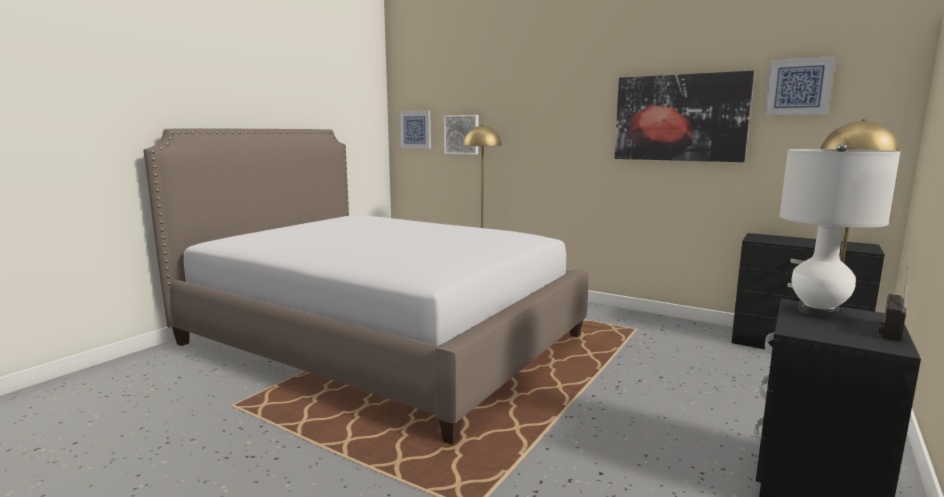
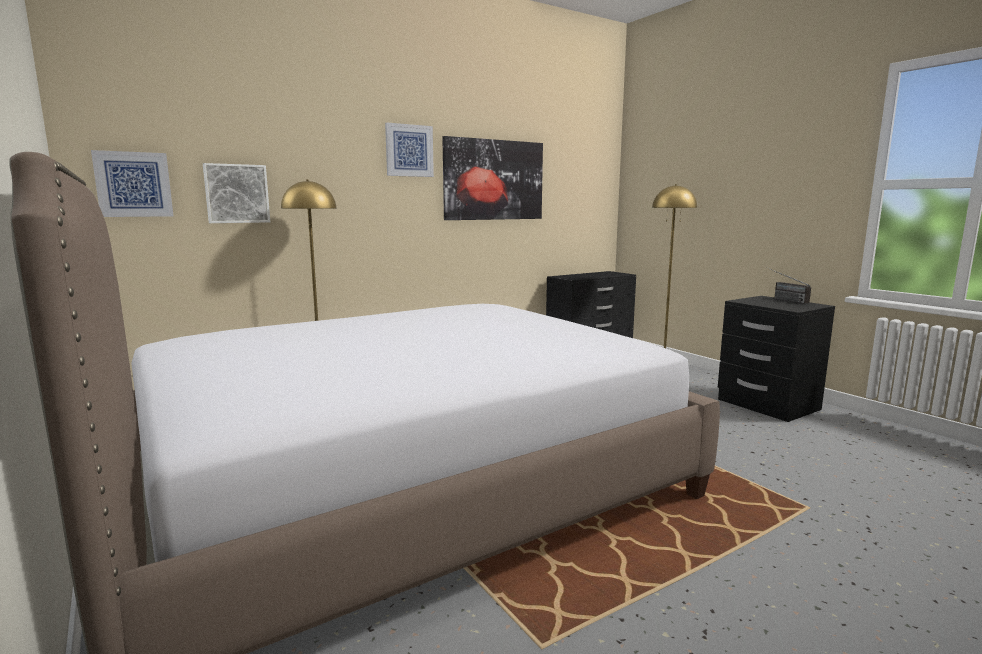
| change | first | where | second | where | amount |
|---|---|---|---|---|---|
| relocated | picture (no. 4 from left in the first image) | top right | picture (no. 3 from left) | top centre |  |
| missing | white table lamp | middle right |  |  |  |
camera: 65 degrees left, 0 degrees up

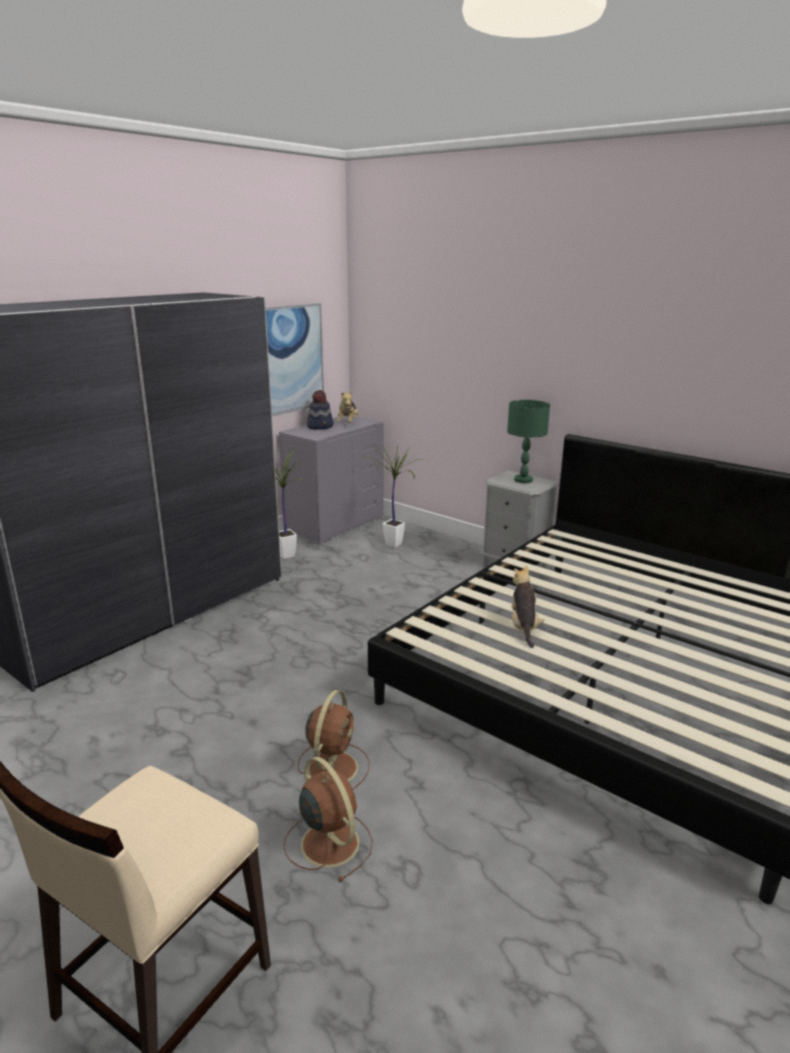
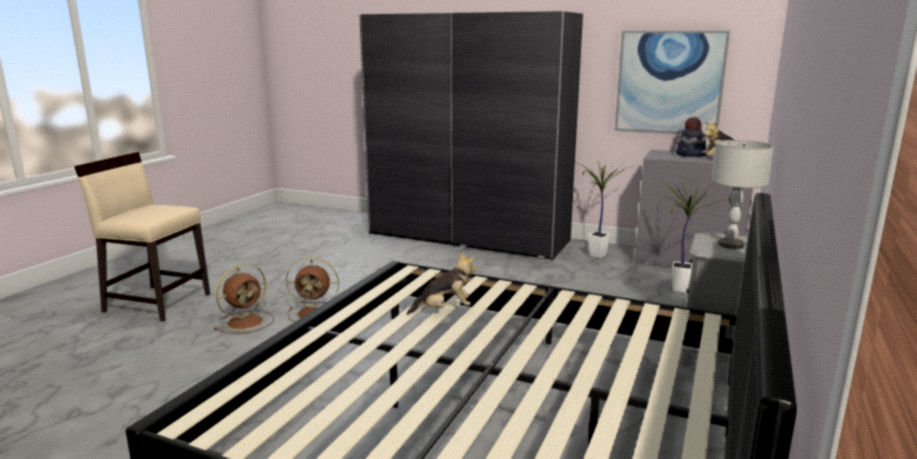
| change | first | where | second | where | amount |
|---|---|---|---|---|---|
| colour | green table lamp | middle right | grey table lamp | middle right |  |
camera: 75 degrees right, 5 degrees down

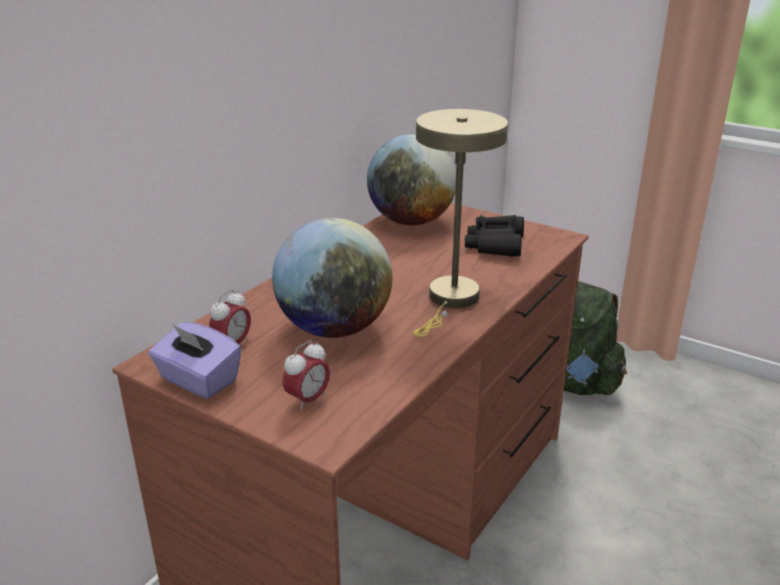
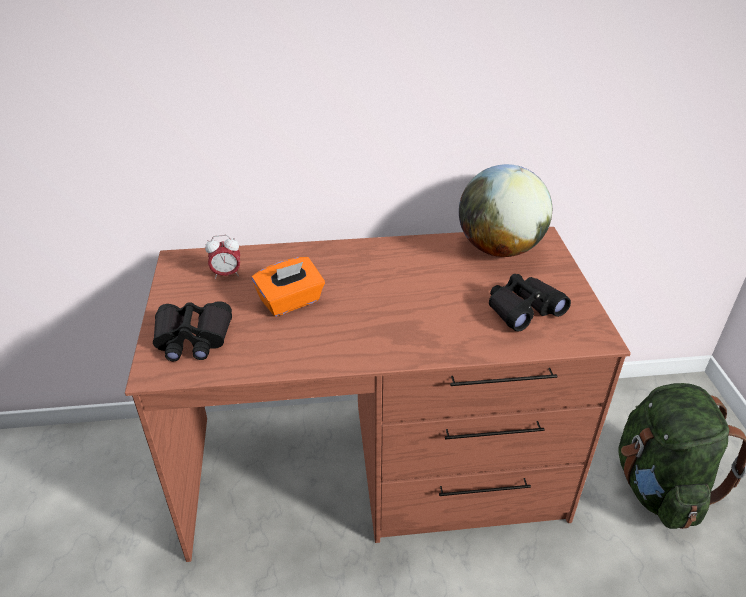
| change | first | where | second | where | amount |
|---|---|---|---|---|---|
| missing | purple tissue box | middle left |  |  |  |
| exchanged | globe (no. 1 from left) | centre | orange tissue box | centre |  |
| exchanged | alarm clock (no. 2 from left) | centre | black binoculars (no. 1 from left) | middle left |  |
| missing | beige table lamp | centre |  |  |  |
camera: 50 degrees right, 10 degrees up

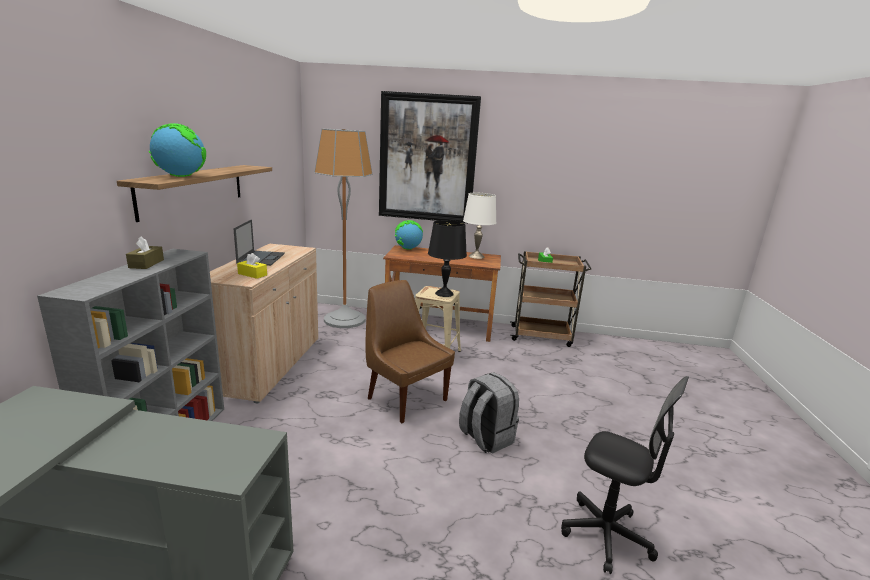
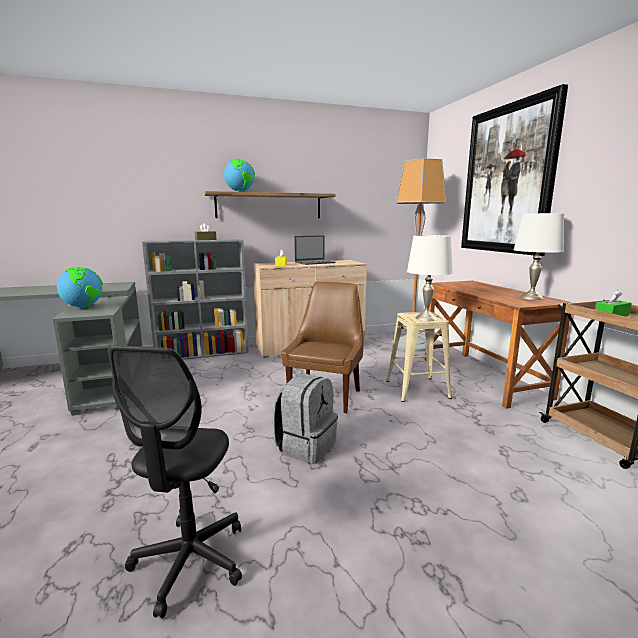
| change | first | where | second | where | amount |
|---|---|---|---|---|---|
| relocated | globe (no. 2 from left in the first image) | centre | globe (no. 1 from left) | middle left |  |
| colour | black table lamp | centre | white table lamp (no. 1 from left) | middle right |  |
camera: 65 degrees right, 5 degrees down

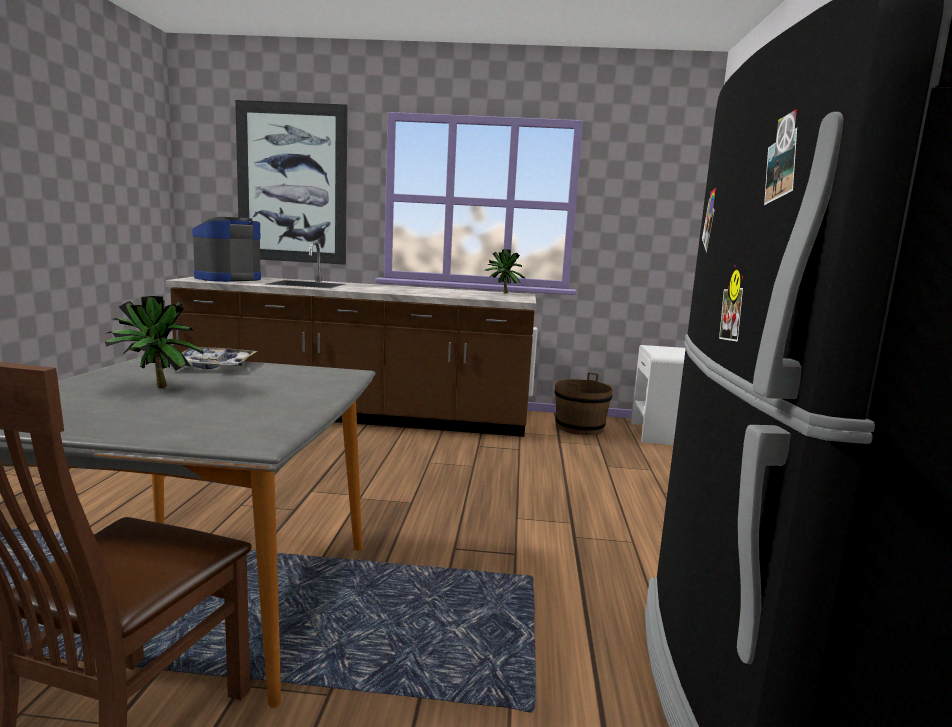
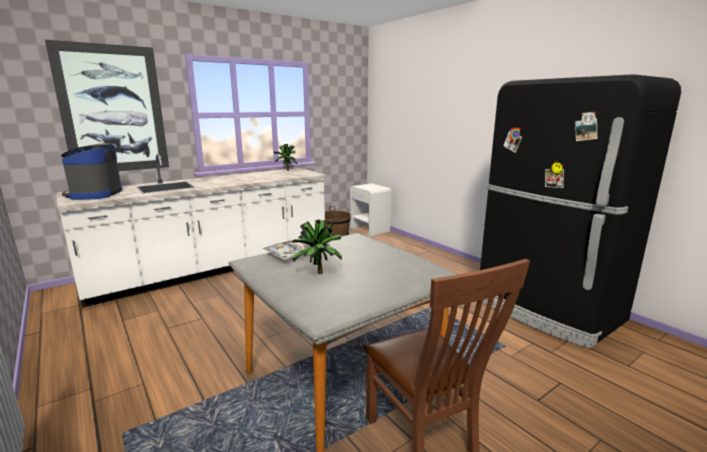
| change | first | where | second | where | amount |
|---|---|---|---|---|---|
| colour | brown counter | centre | white counter | middle left |  |
camera: 40 degrees left, 5 degrees up

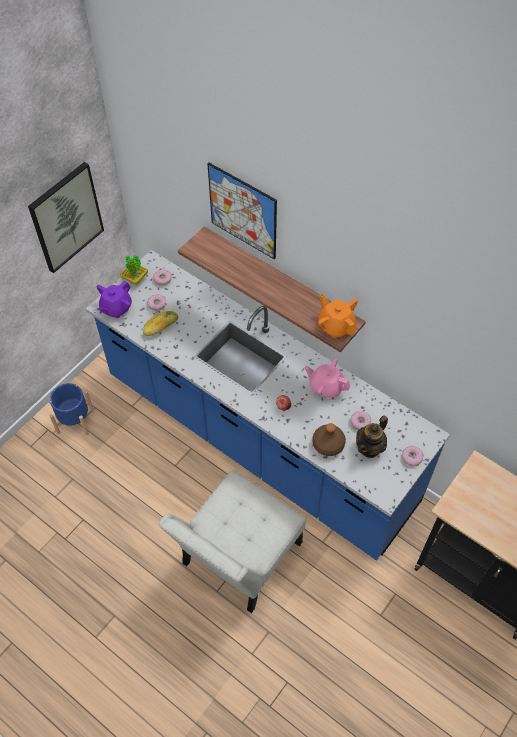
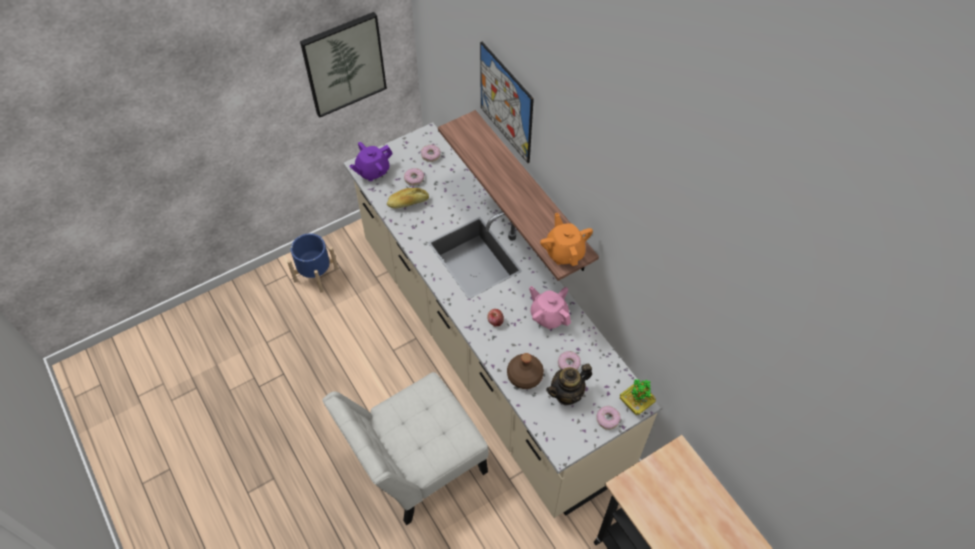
| change | first | where | second | where | amount |
|---|---|---|---|---|---|
| colour | blue counter | centre | beige counter | centre |  |
| relocated | potted plant | middle left |  | bottom centre |  |
camera: 20 degrees right, 0 degrees up

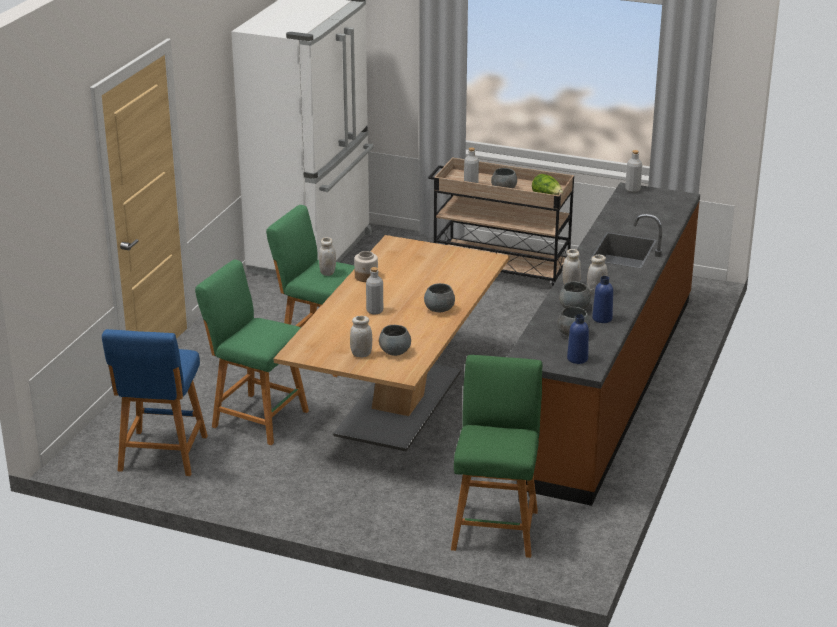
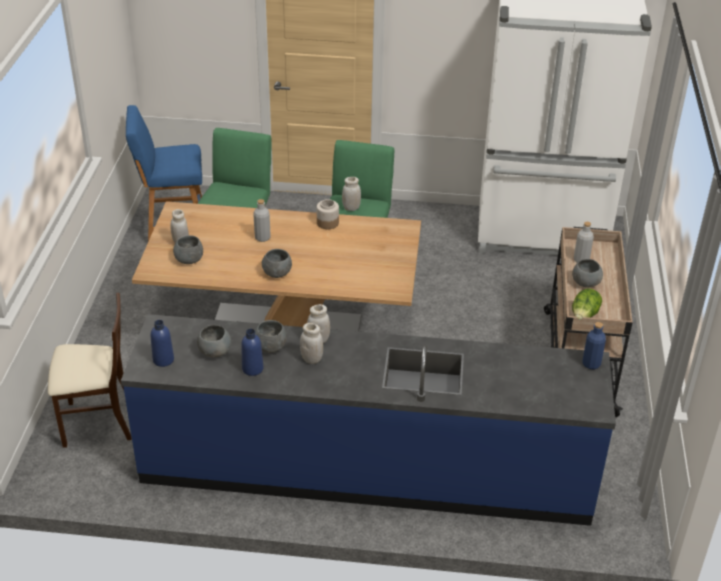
| change | first | where | second | where | amount |
|---|---|---|---|---|---|
| exchanged | green stool (no. 3 from left) | bottom centre | beige chair | middle left |  |
| colour | brown counter | middle right | blue counter | bottom centre |  |
| colour | grey bottle (no. 3 from left) | top right | blue bottle (no. 3 from left) | middle right |  |
camera: 75 degrees right, 10 degrees up

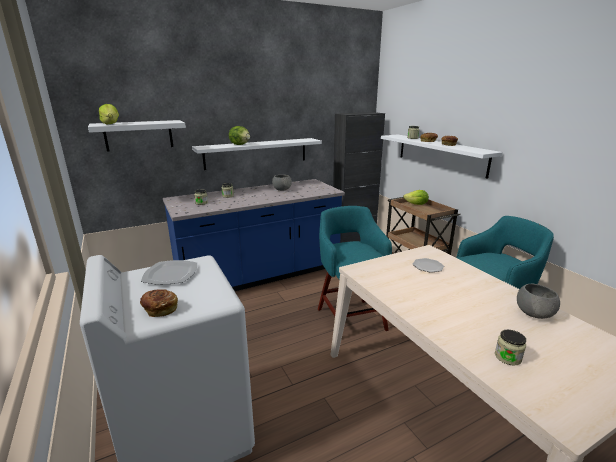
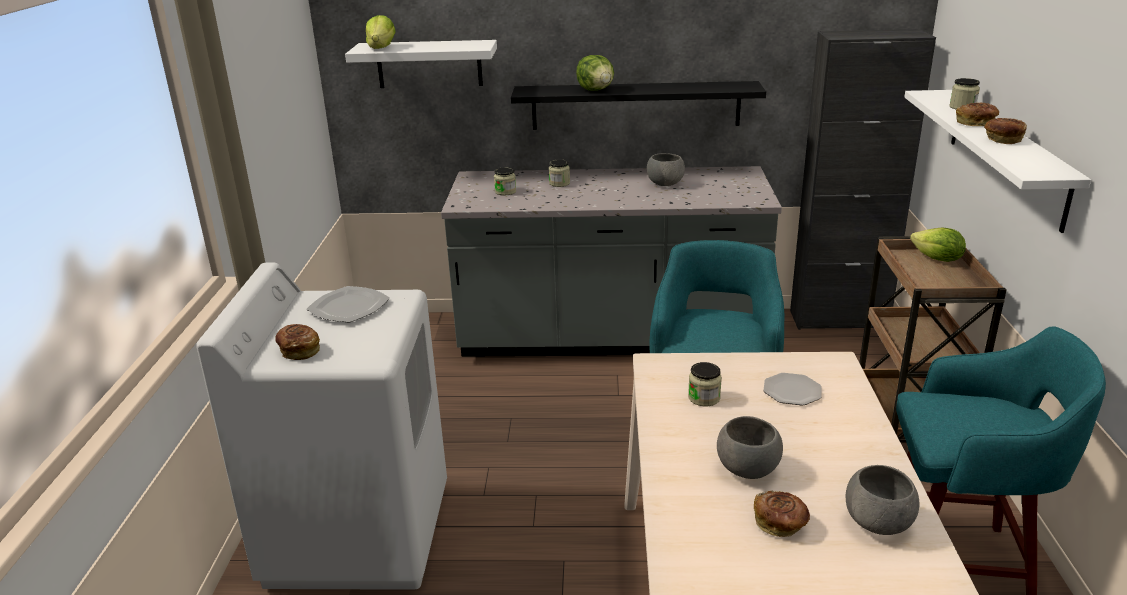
| change | first | where | second | where | amount |
|---|---|---|---|---|---|
| colour | blue counter | centre | grey counter | centre |  |
| colour | white shelf (no. 2 from left) | centre | black shelf | top centre |  |
| relocated | jar (no. 4 from left in the first image) | bottom right | jar (no. 3 from left) | centre |  |
| appeared |  |  | grey bowl (no. 2 from left) | bottom centre |  |
| appeared |  |  | bread (no. 2 from left) | bottom right |  |
camera: 30 degrees right, 5 degrees up

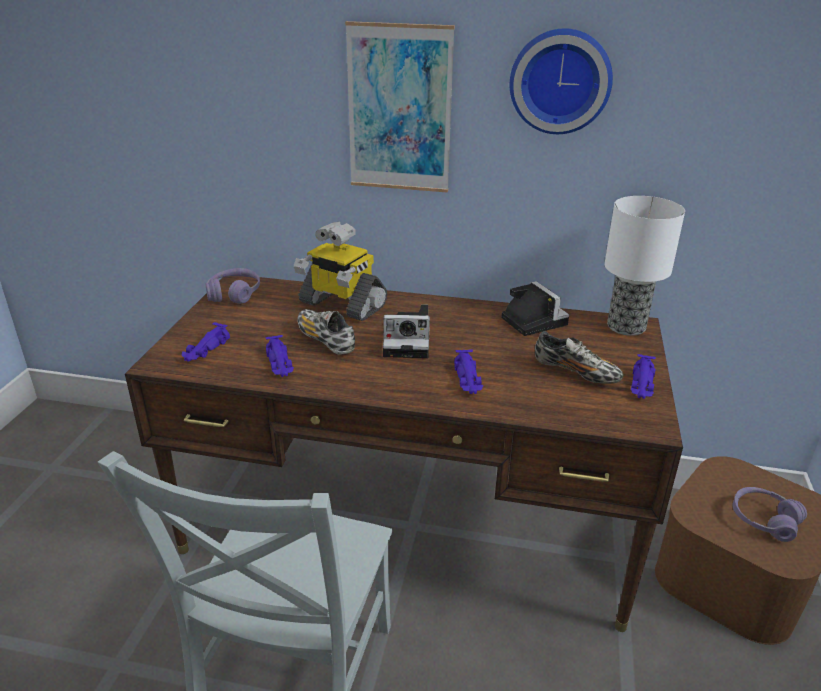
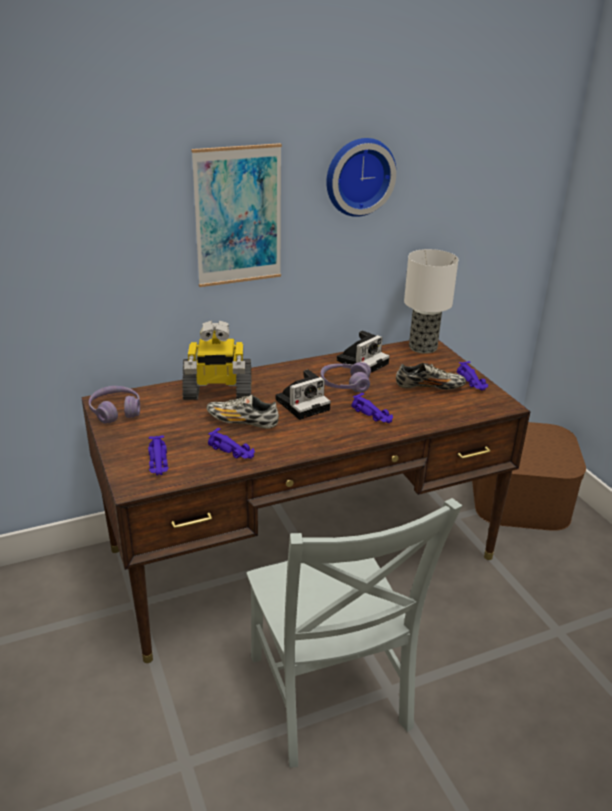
| change | first | where | second | where | amount |
|---|---|---|---|---|---|
| spun | photo camera (no. 2 from left) | centre |  | centre | 105 degrees clockwise |
| relocated | purple headphones (no. 2 from left) | bottom right |  | centre |  |
camera: 35 degrees left, 0 degrees up

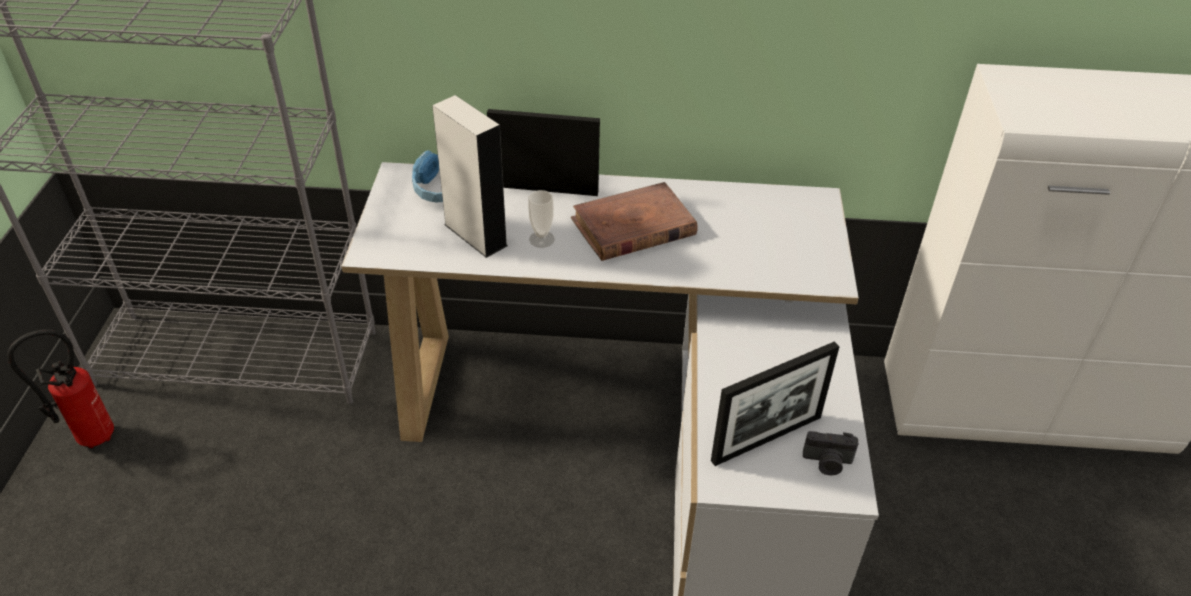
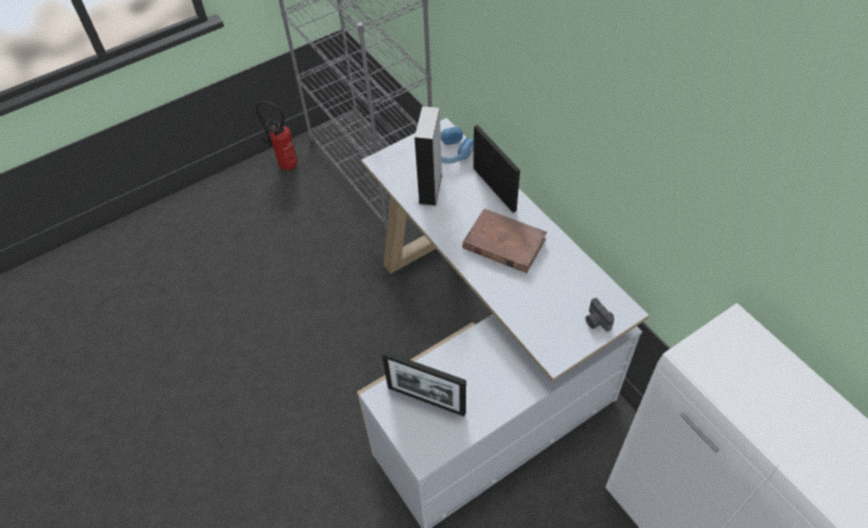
| change | first | where | second | where | amount |
|---|---|---|---|---|---|
| missing | cup | centre |  |  |  |
| relocated | photo camera | bottom right |  | middle right |  |
camera: 55 degrees right, 10 degrees up

